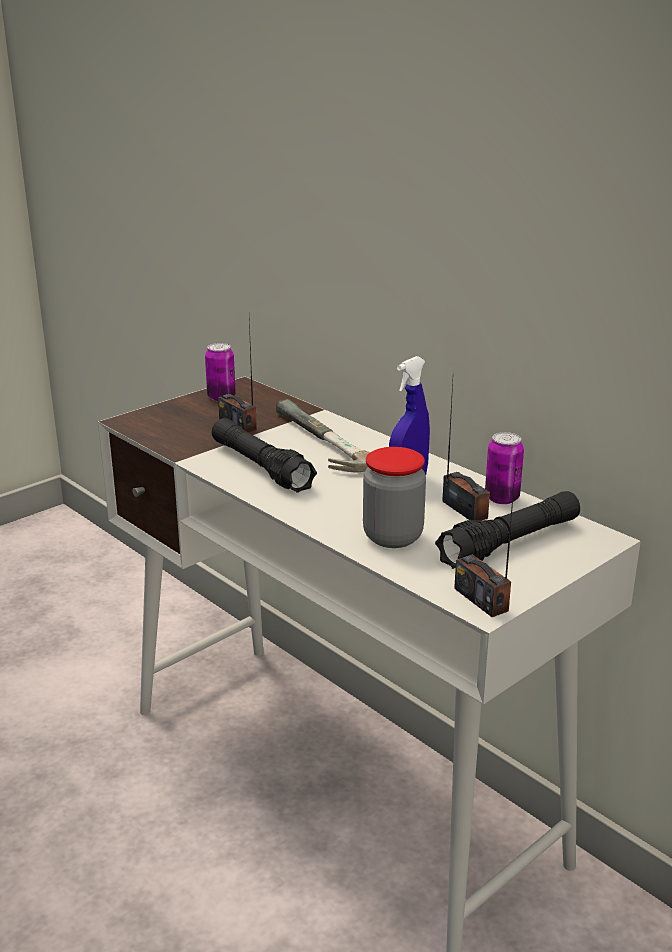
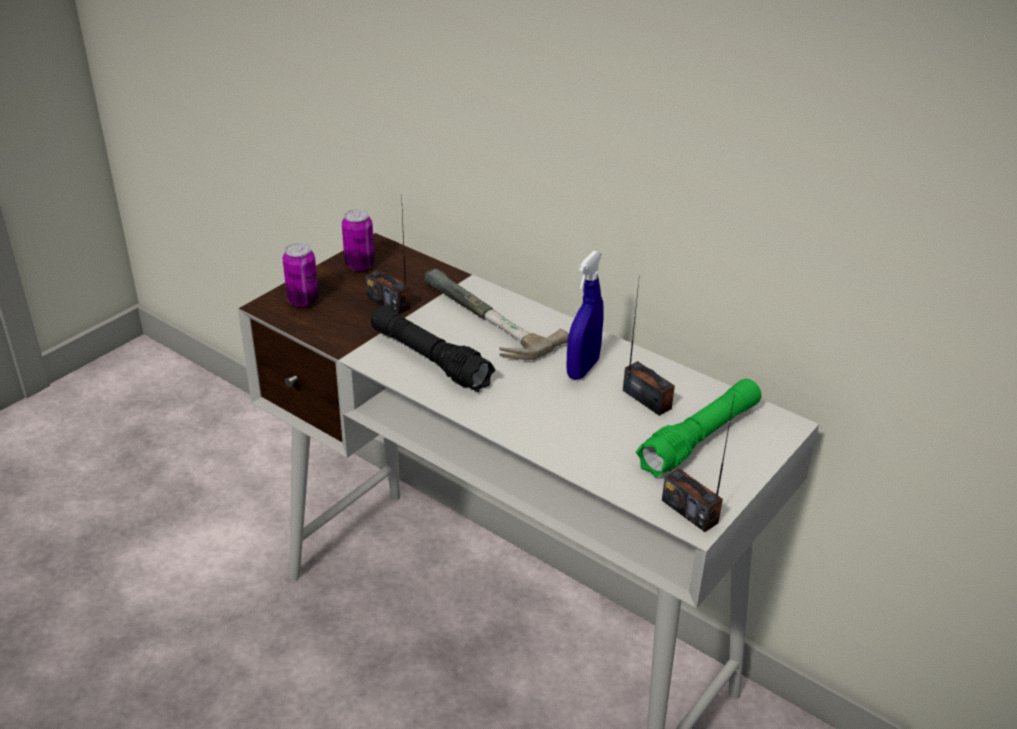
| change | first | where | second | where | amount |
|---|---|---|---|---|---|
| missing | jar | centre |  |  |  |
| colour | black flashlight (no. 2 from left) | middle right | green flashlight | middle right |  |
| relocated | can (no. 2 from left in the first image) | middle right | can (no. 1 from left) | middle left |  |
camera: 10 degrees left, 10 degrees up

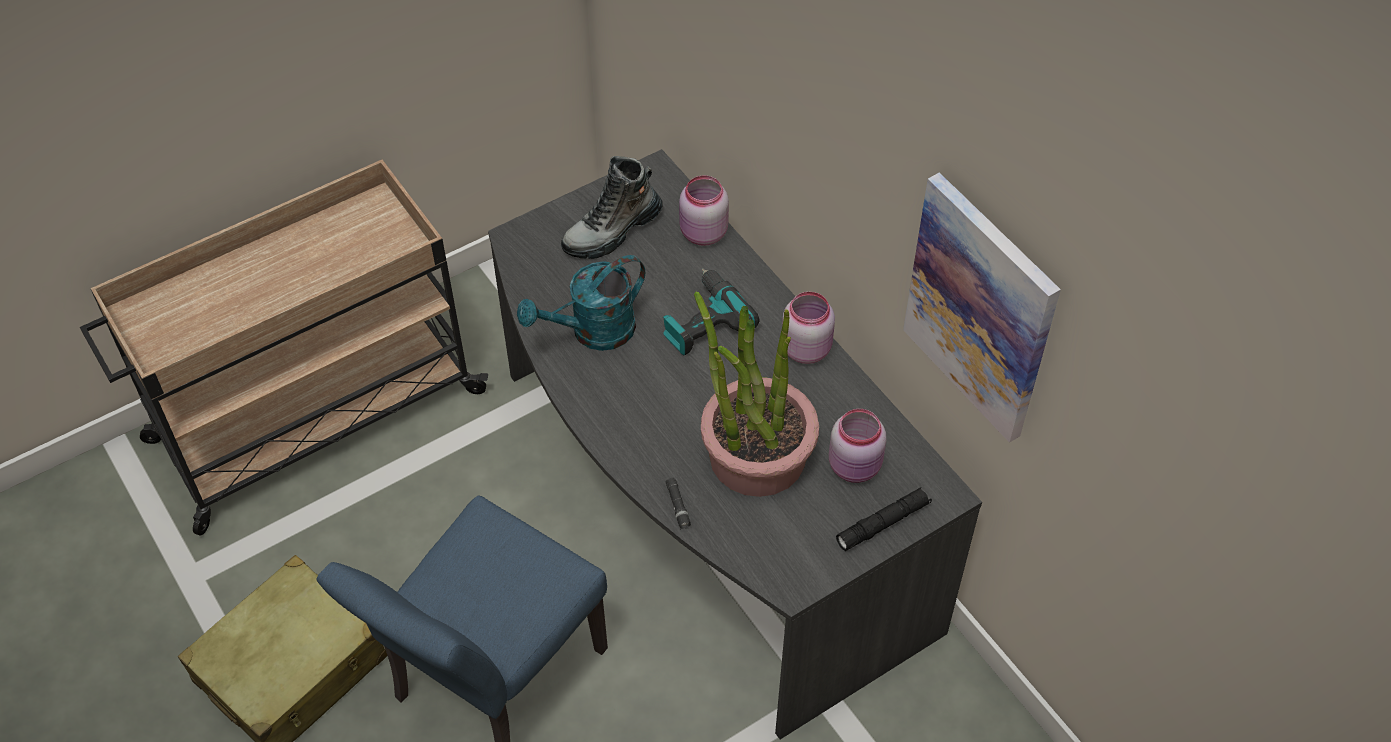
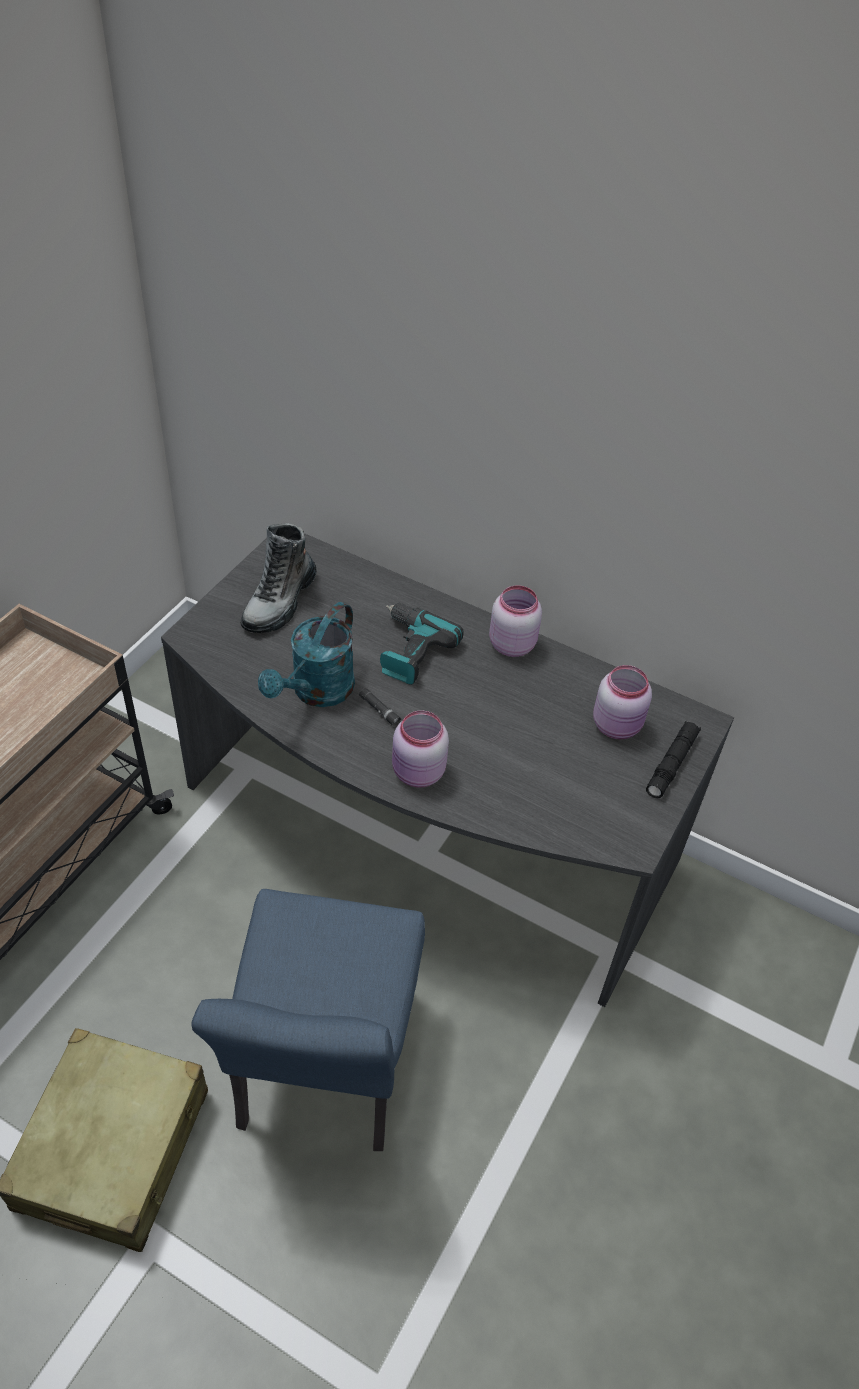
| change | first | where | second | where | amount |
|---|---|---|---|---|---|
| relocated | black flashlight (no. 1 from left) | bottom centre |  | centre |  |
| relocated | pink jar (no. 1 from left) | top centre |  | centre |  |
| missing | potted plant | centre |  |  |  |
| missing | picture | middle right |  |  |  |
camera: 30 degrees left, 5 degrees down

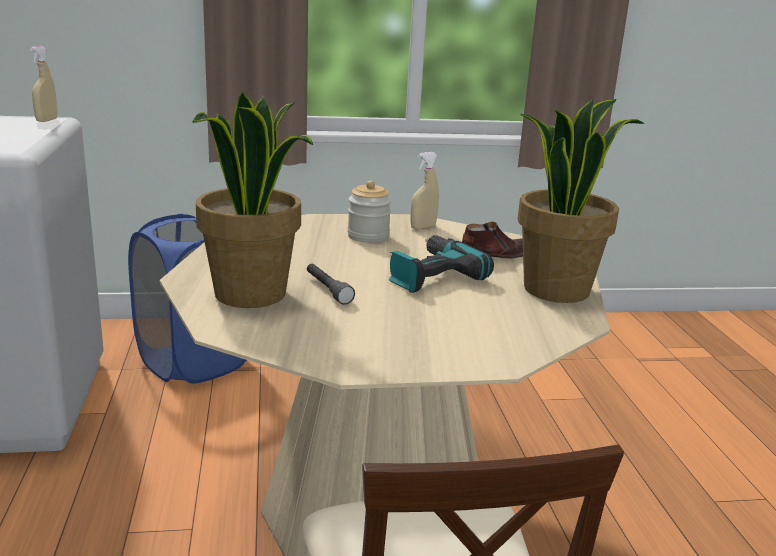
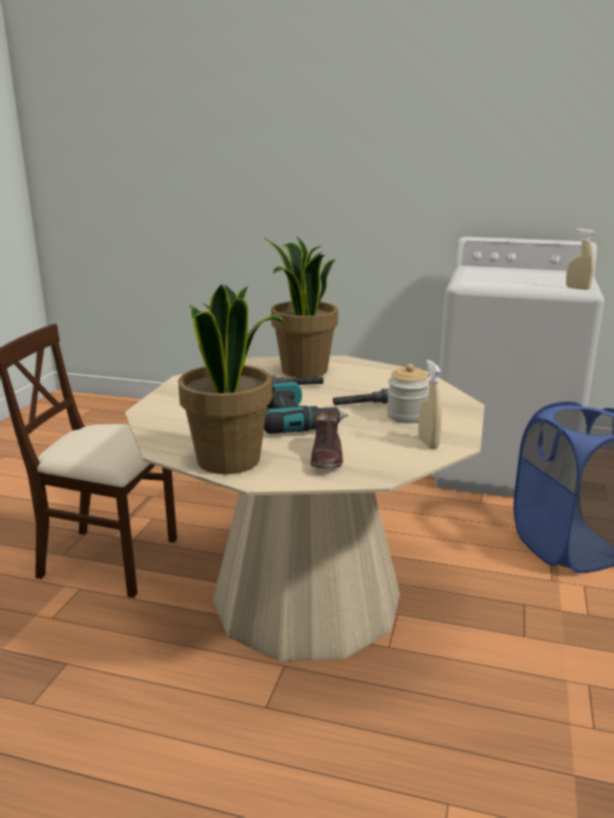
| change | first | where | second | where | amount |
|---|---|---|---|---|---|
| appeared |  |  | grey flashlight (no. 2 from left) | centre |  |
camera: 115 degrees right, 0 degrees up

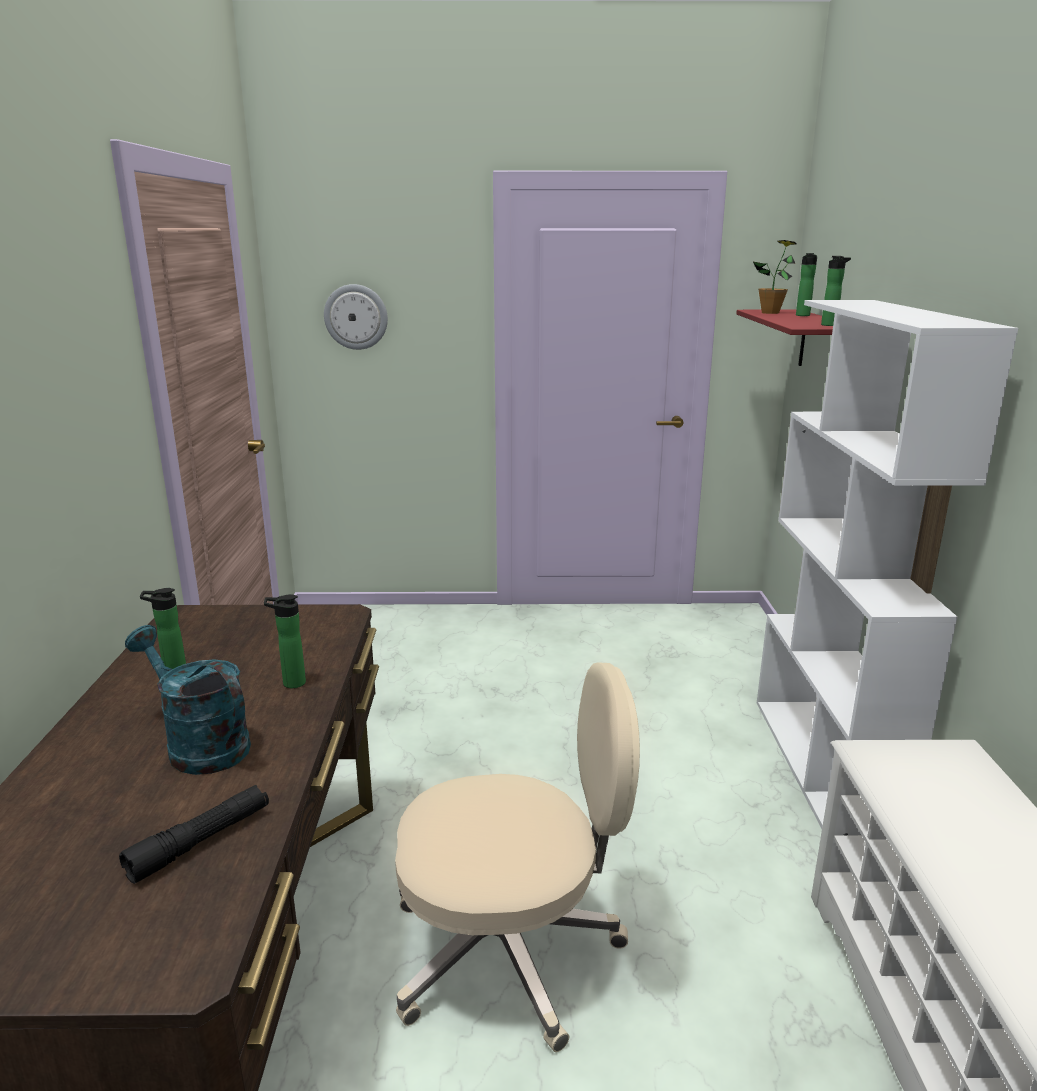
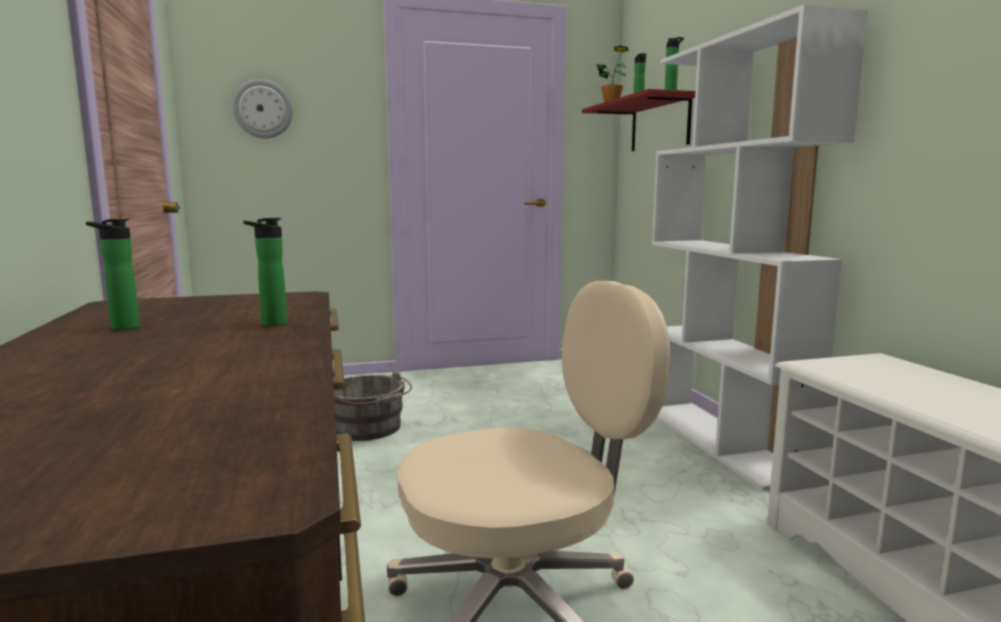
| change | first | where | second | where | amount |
|---|---|---|---|---|---|
| missing | black flashlight | bottom left |  |  |  |
| missing | turquoise watering can | middle left |  |  |  |
| appeared |  |  | grey bucket | centre |  |
camera: 15 degrees left, 10 degrees down

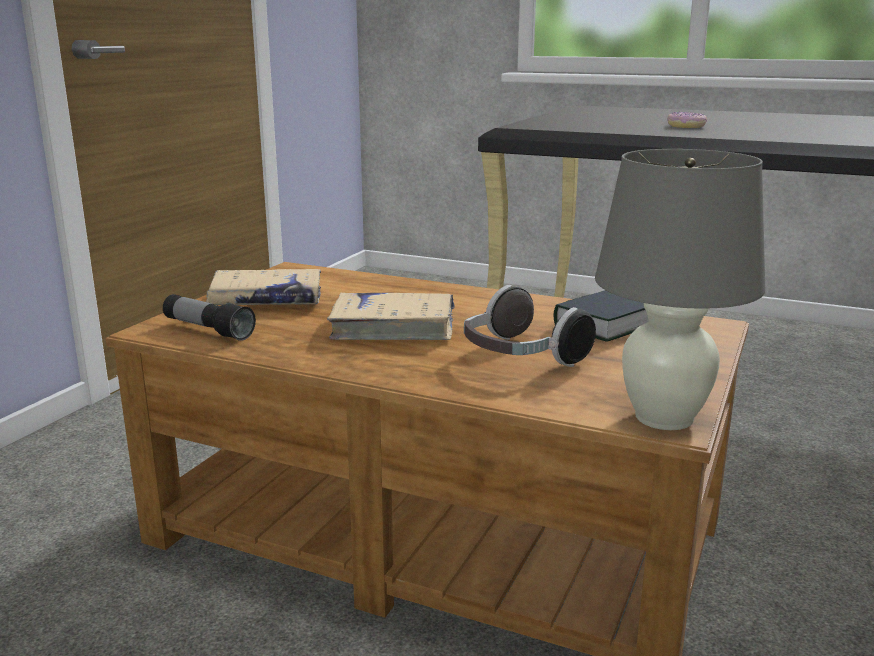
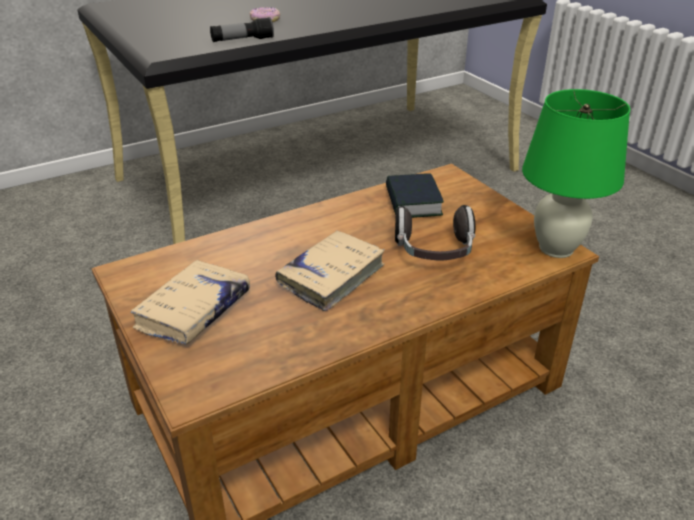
| change | first | where | second | where | amount |
|---|---|---|---|---|---|
| relocated | flashlight | middle left |  | top centre |  |
| colour | grey table lamp | middle right | green table lamp | top right |  |
camera: 55 degrees left, 15 degrees up

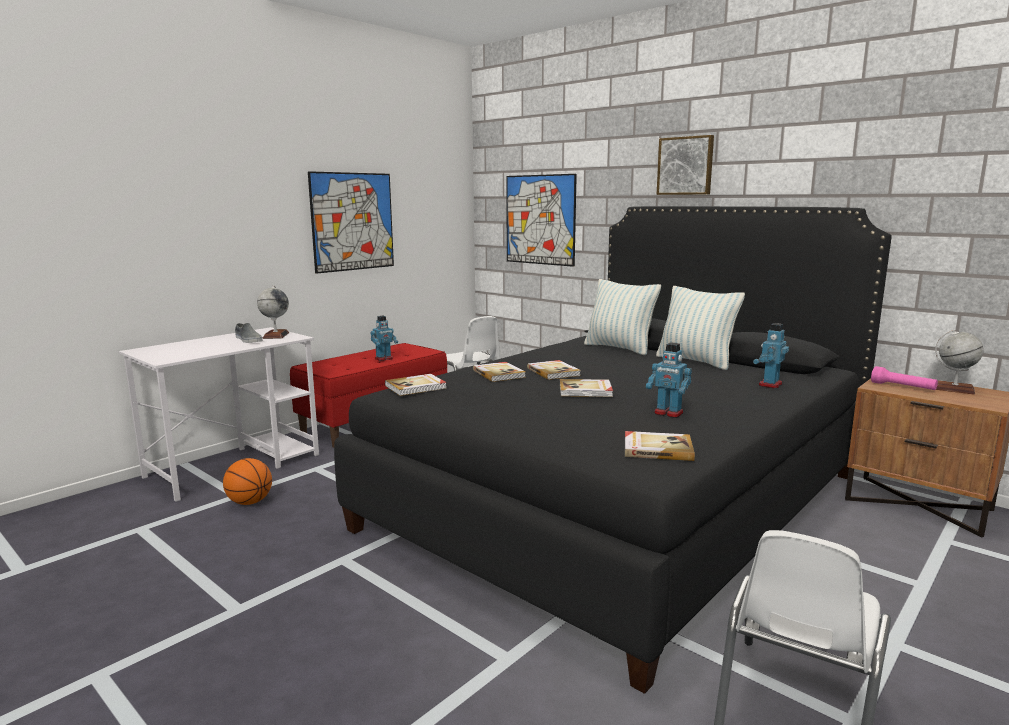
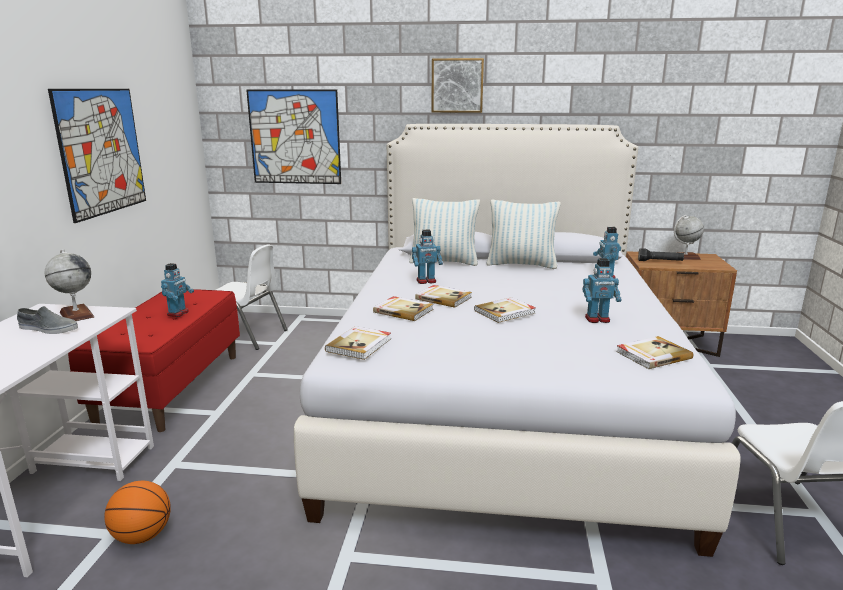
| change | first | where | second | where | amount |
|---|---|---|---|---|---|
| colour | black bed | centre | white bed | centre |  |
| colour | pink flashlight | middle right | black flashlight | middle right |  |
| appeared |  |  | toy robot (no. 2 from left) | centre |  |
camera: 35 degrees left, 5 degrees up

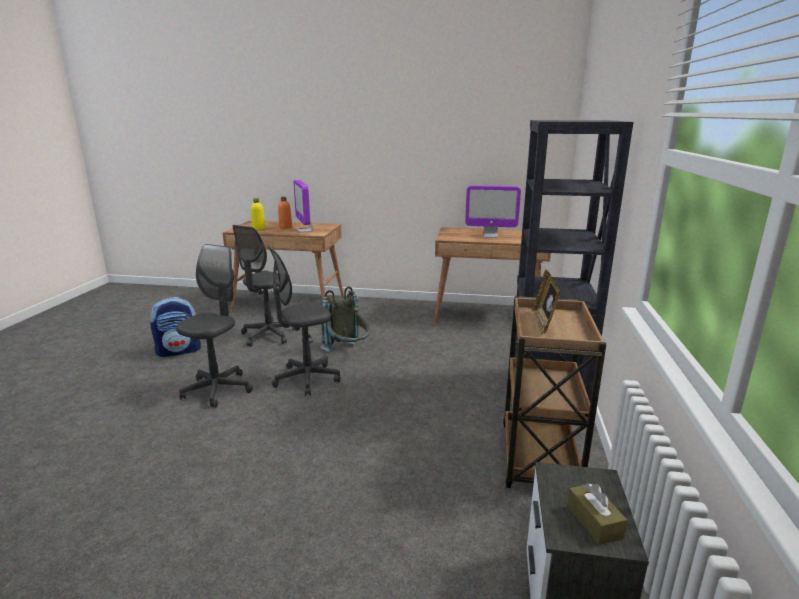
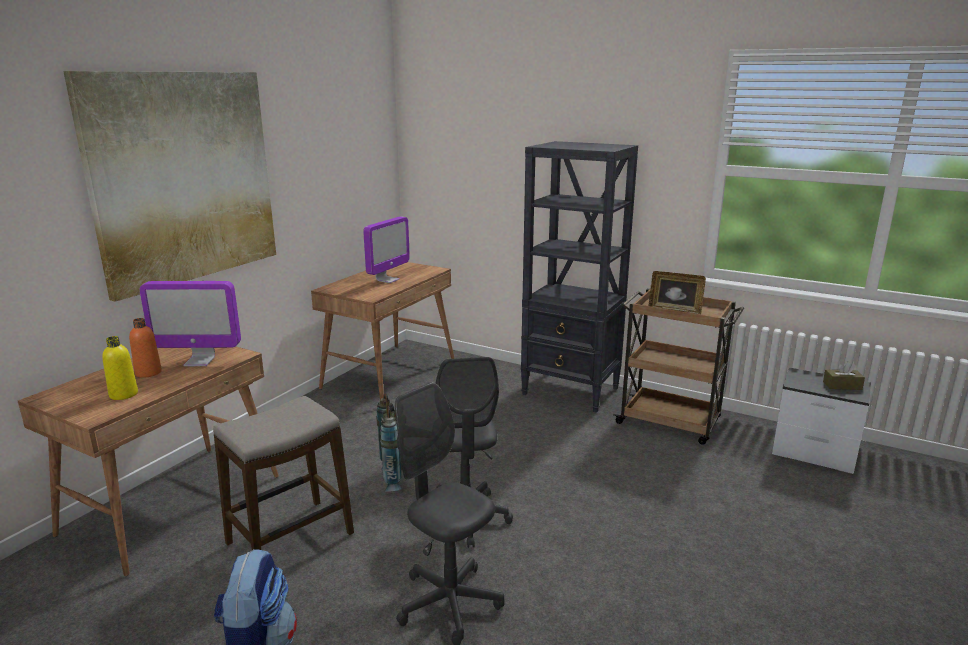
| change | first | where | second | where | amount |
|---|---|---|---|---|---|
| exchanged | grey office chair (no. 2 from left) | middle left | stool | bottom left |  |
| appeared |  |  | picture | top left |  |
camera: 70 degrees left, 0 degrees up

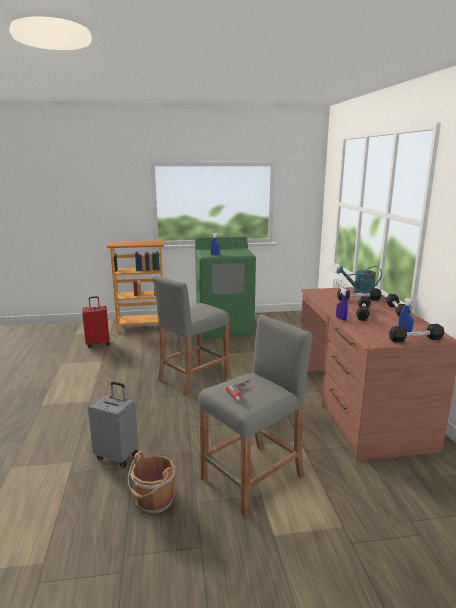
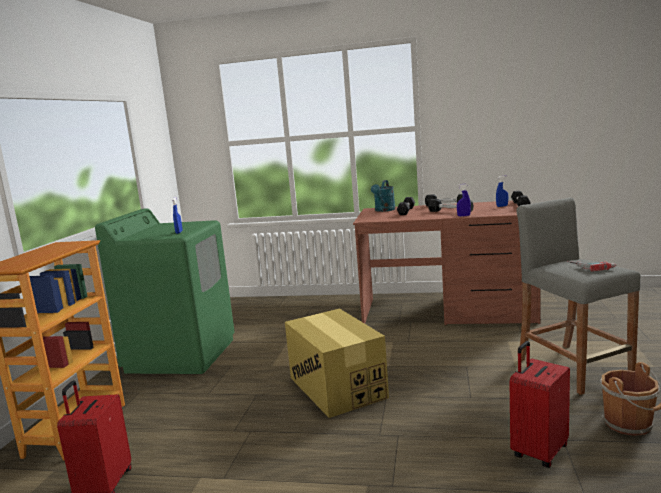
| change | first | where | second | where | amount |
|---|---|---|---|---|---|
| colour | grey suitcase | bottom left | red suitcase (no. 2 from left) | bottom right |  |
| exchanged | grey stool (no. 1 from left) | centre | cardboard box | bottom centre |  |
camera: 70 degrees left, 5 degrees down

